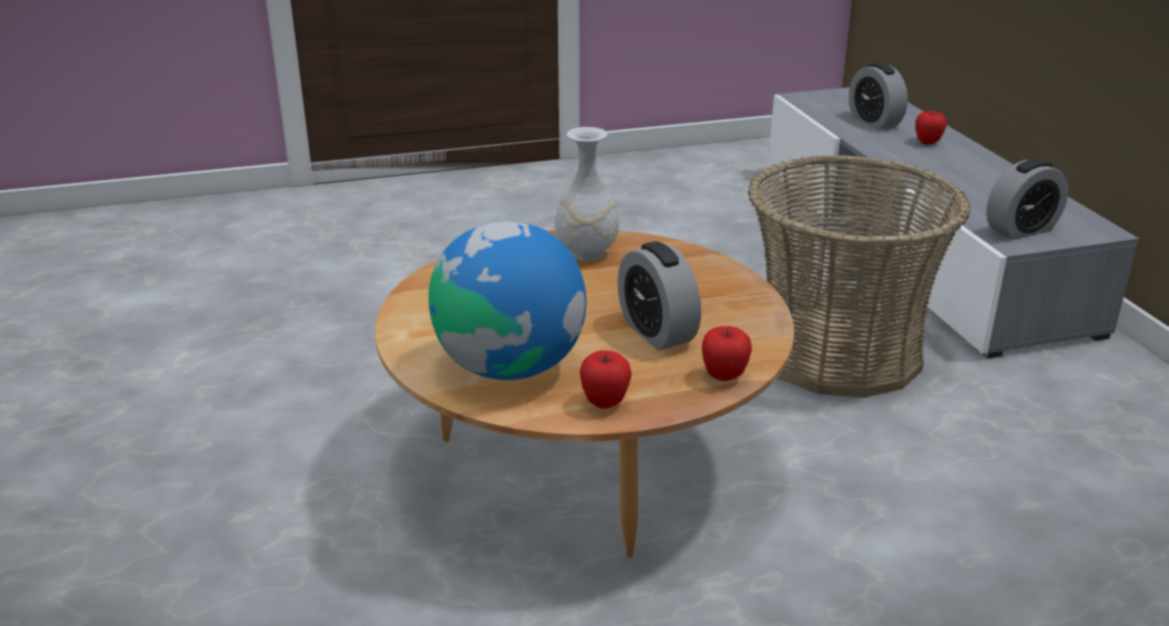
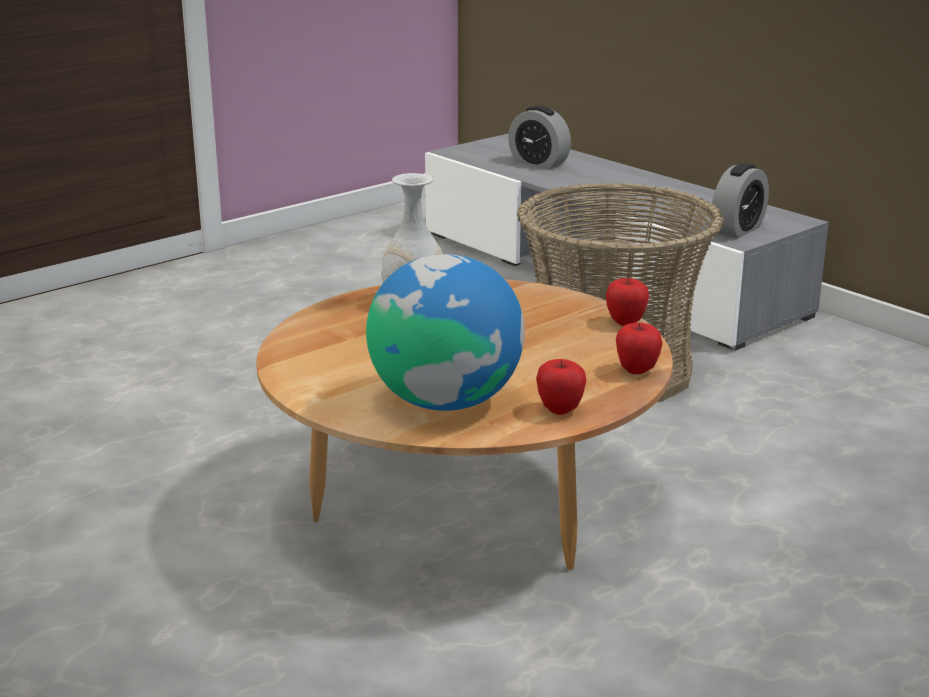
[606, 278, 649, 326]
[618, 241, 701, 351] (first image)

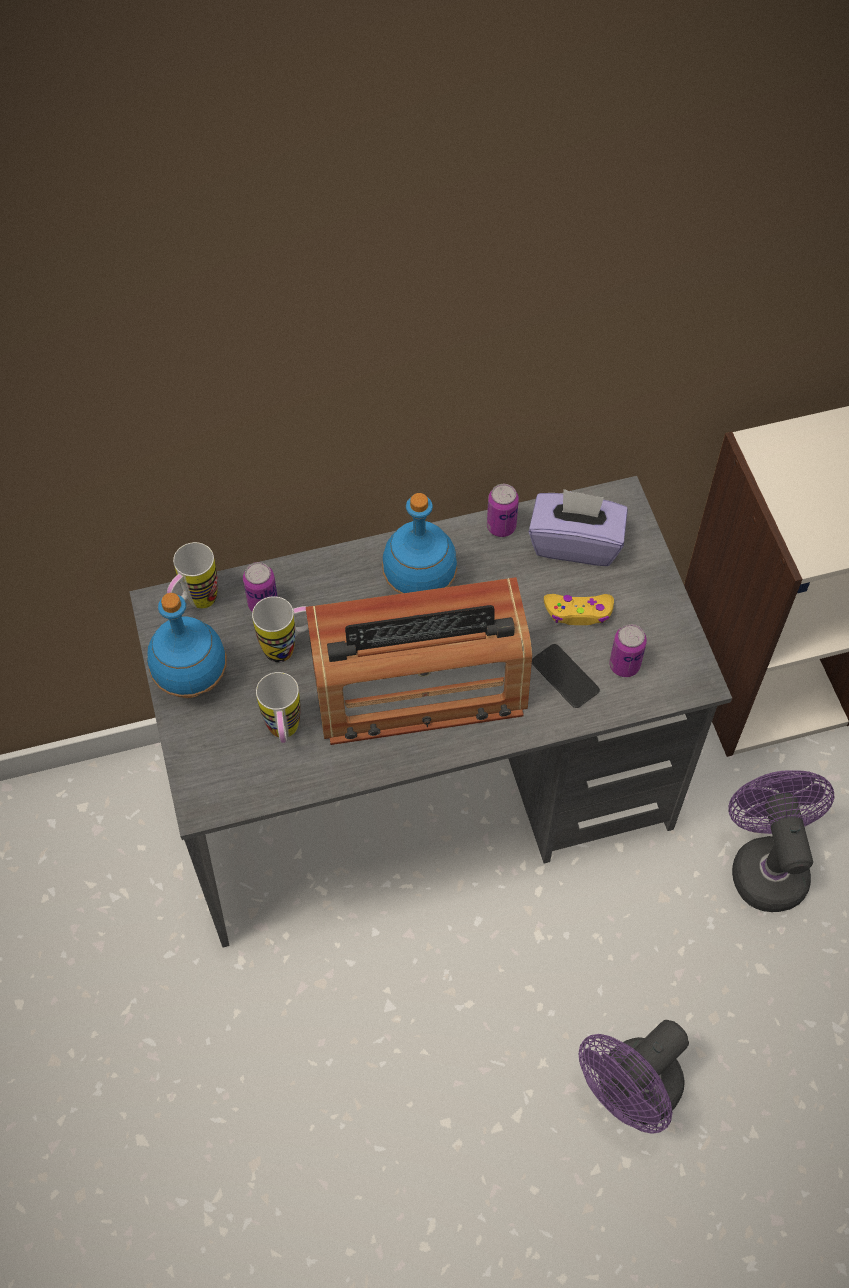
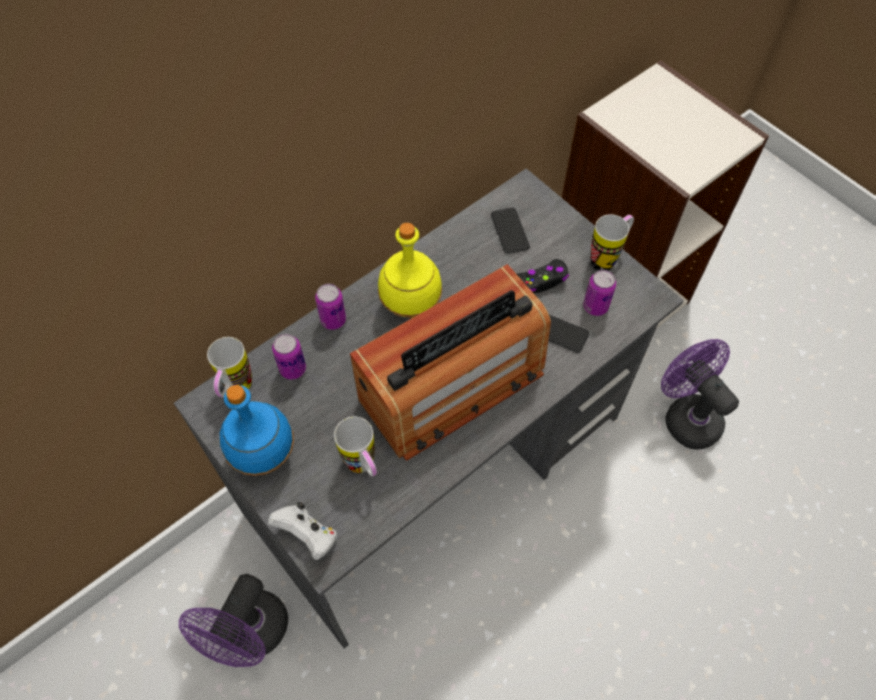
[315, 284, 346, 330]
[491, 208, 530, 254]
[378, 223, 442, 318]
[517, 259, 569, 293]
[590, 214, 634, 271]
[179, 574, 288, 667]
[268, 502, 337, 560]

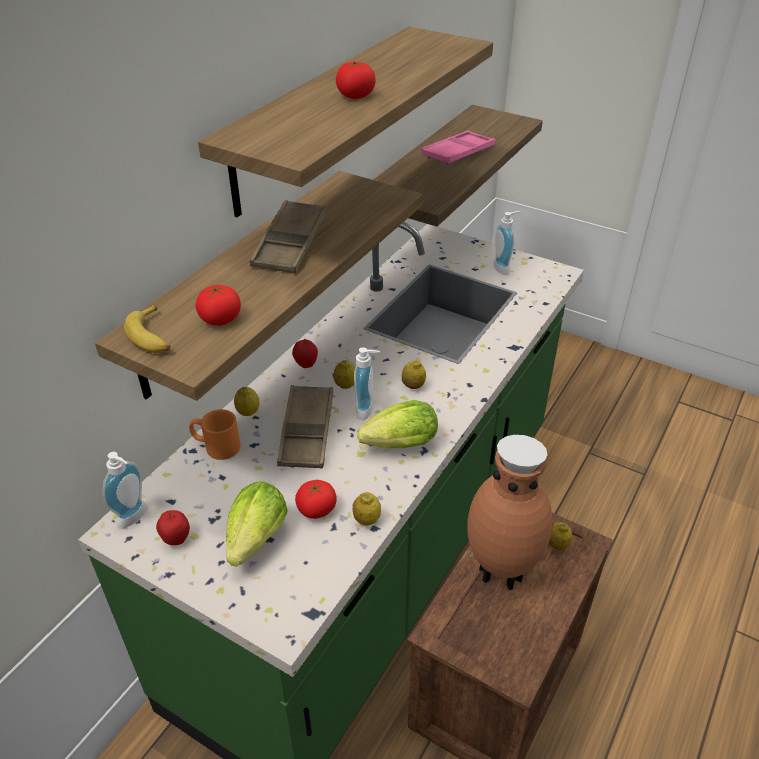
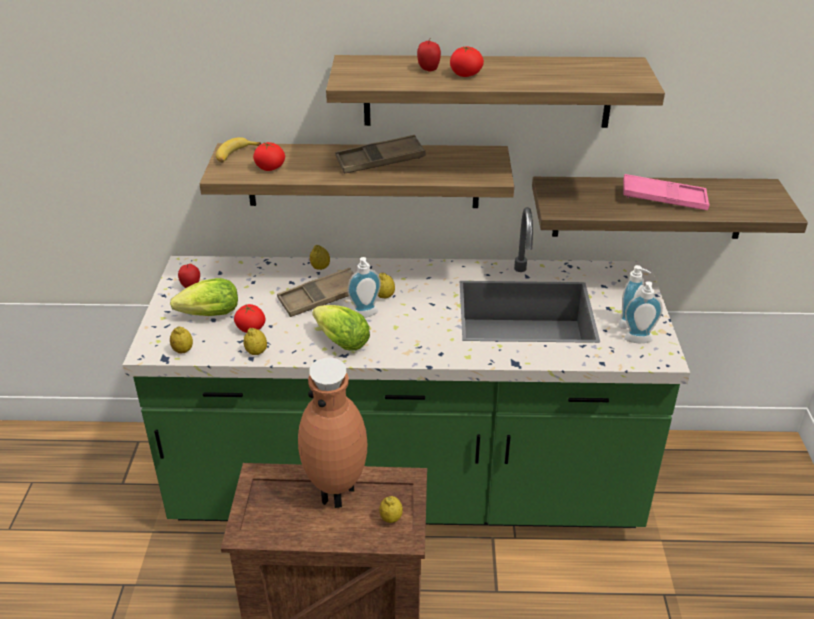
[417, 38, 441, 72]
[170, 327, 193, 353]
[189, 409, 241, 460] (first image)
[624, 281, 663, 343]

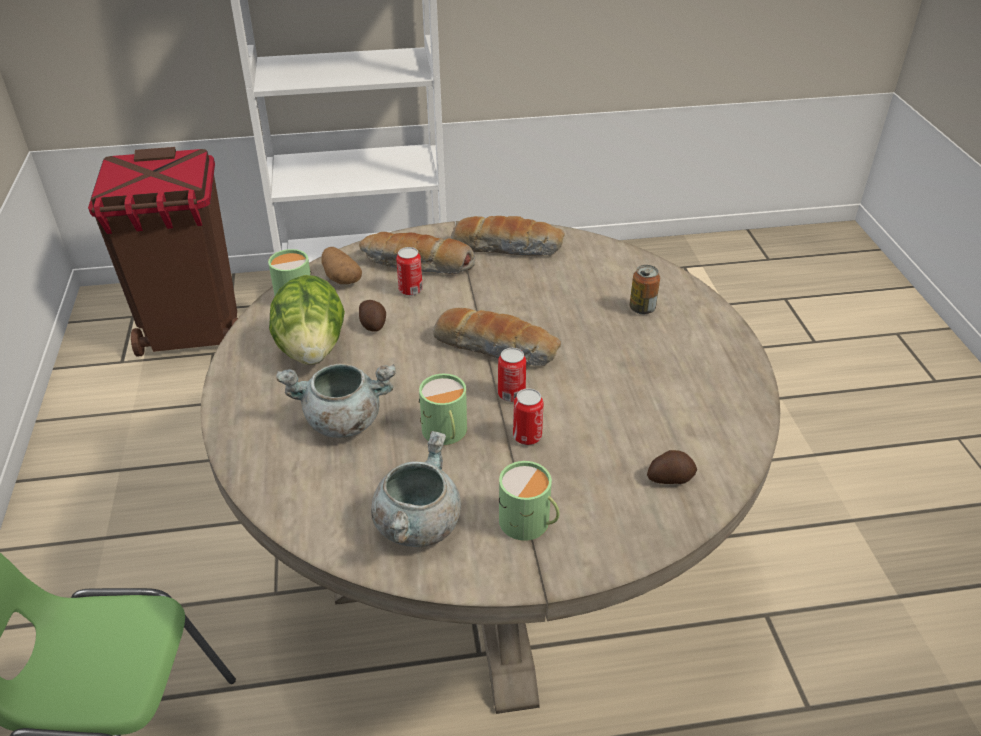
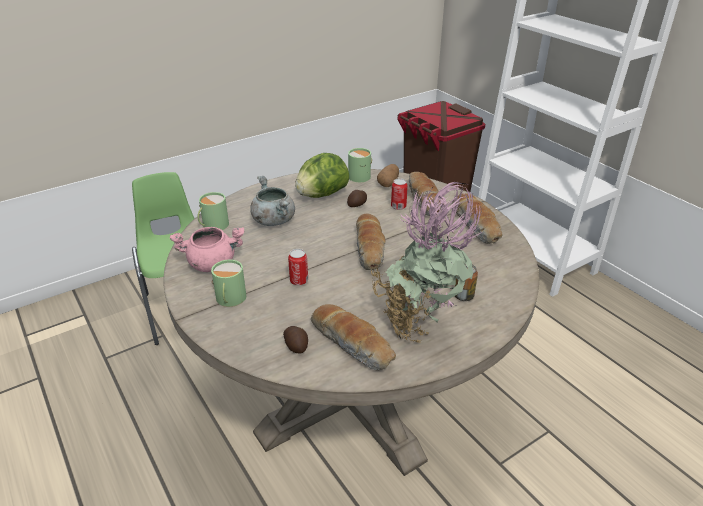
[498, 348, 526, 402] (first image)
[197, 192, 229, 230]
[170, 227, 244, 272]
[371, 182, 482, 343]
[311, 304, 396, 371]

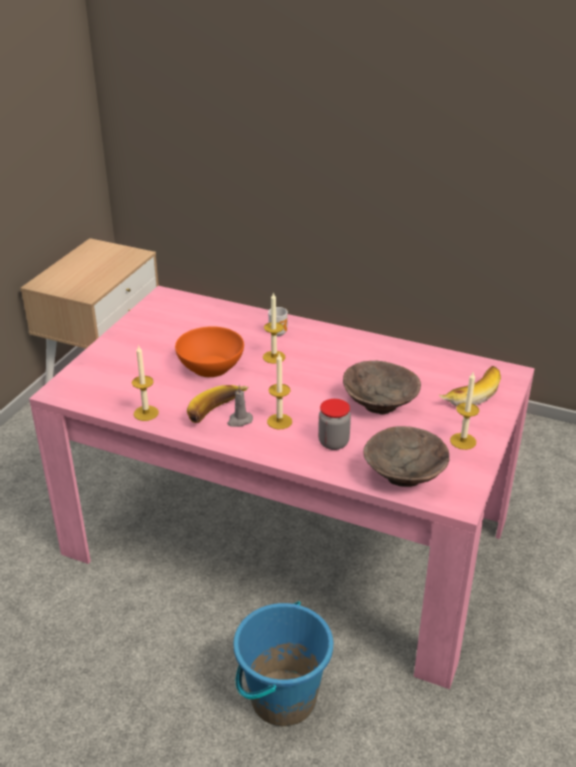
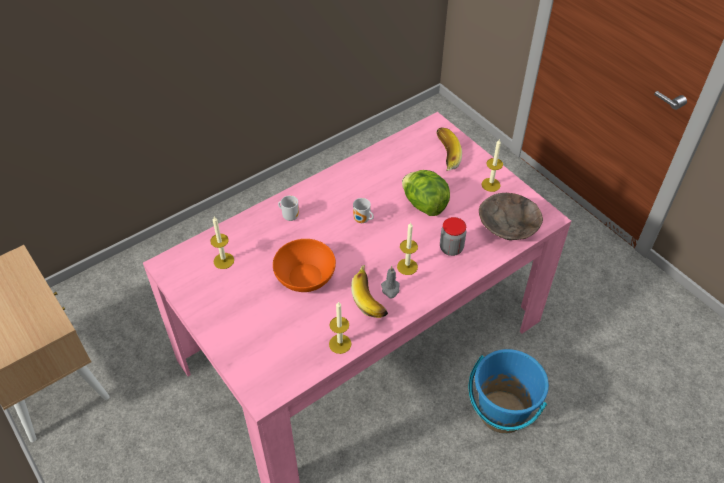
[210, 216, 234, 269]
[402, 170, 450, 216]
[353, 198, 374, 223]

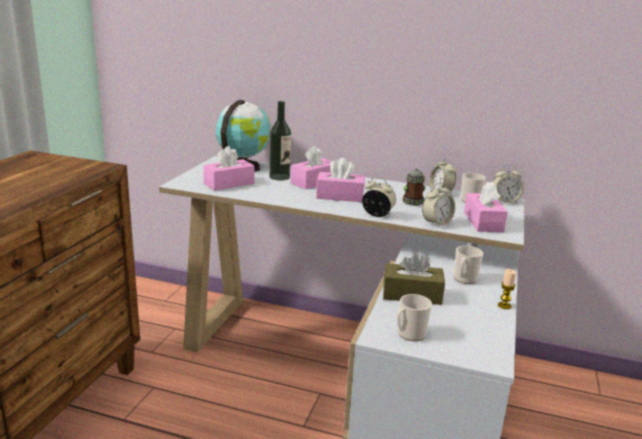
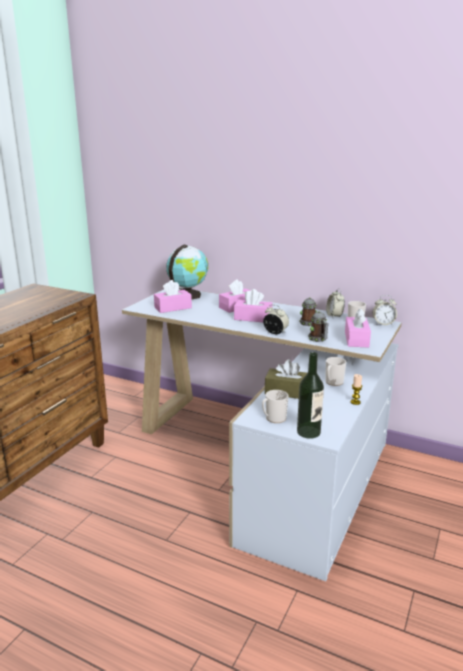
[297, 352, 324, 439]
[308, 311, 329, 342]

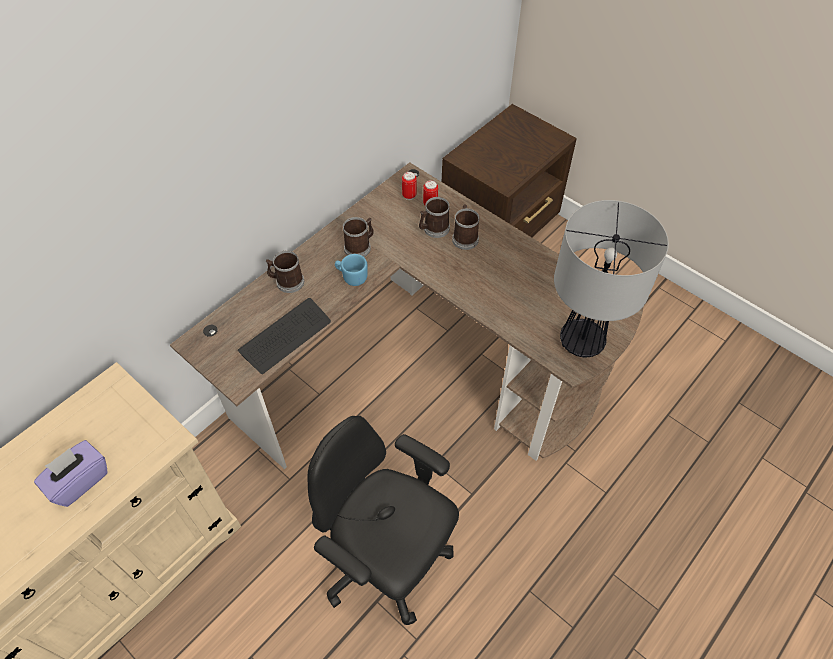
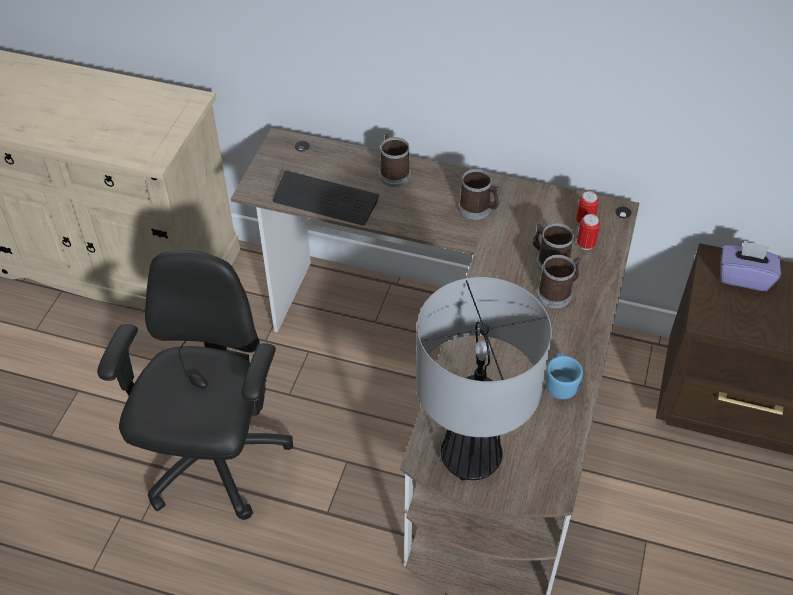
[545, 353, 583, 399]
[721, 240, 781, 291]

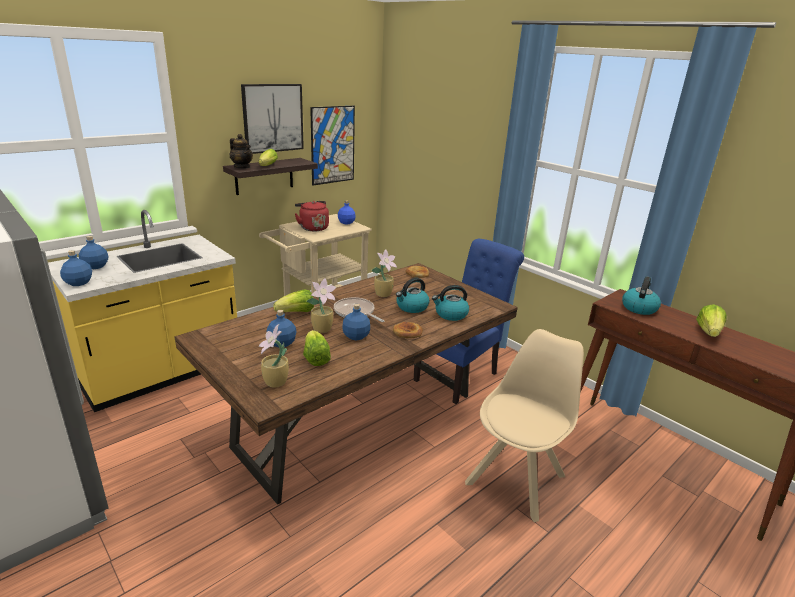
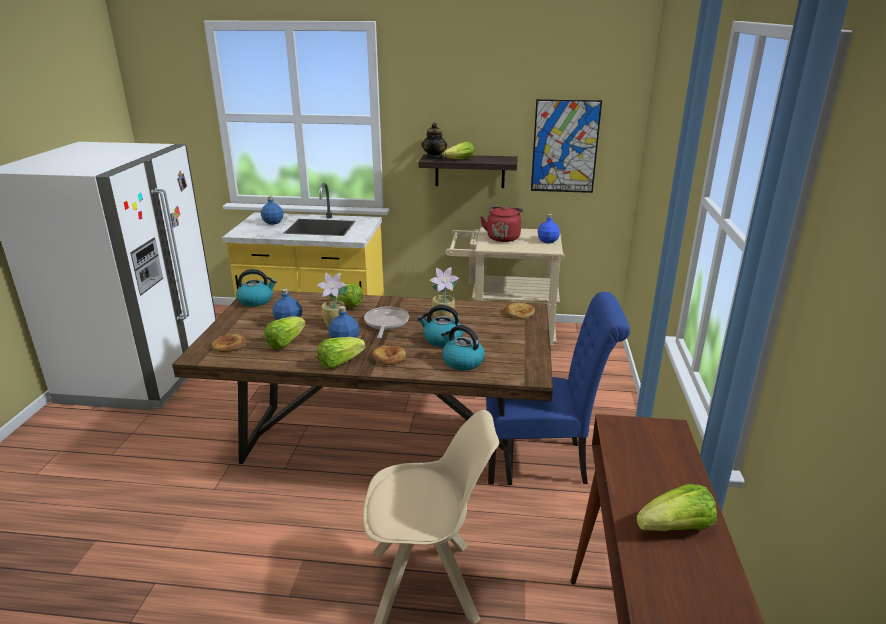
[241, 84, 304, 154] (first image)
[60, 250, 92, 286] (first image)
[236, 269, 277, 306]
[212, 334, 246, 353]
[317, 337, 366, 369]

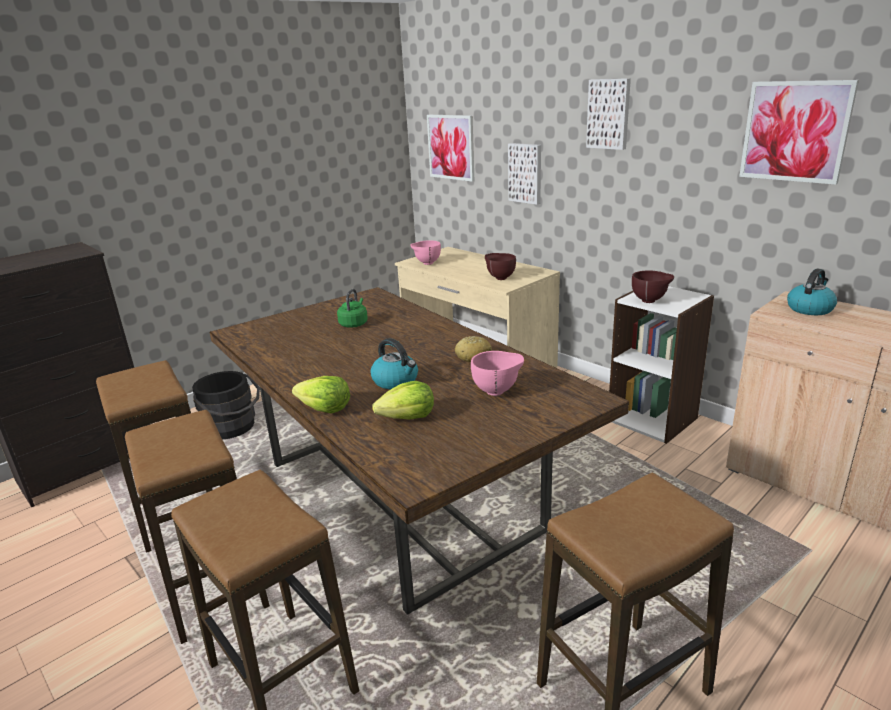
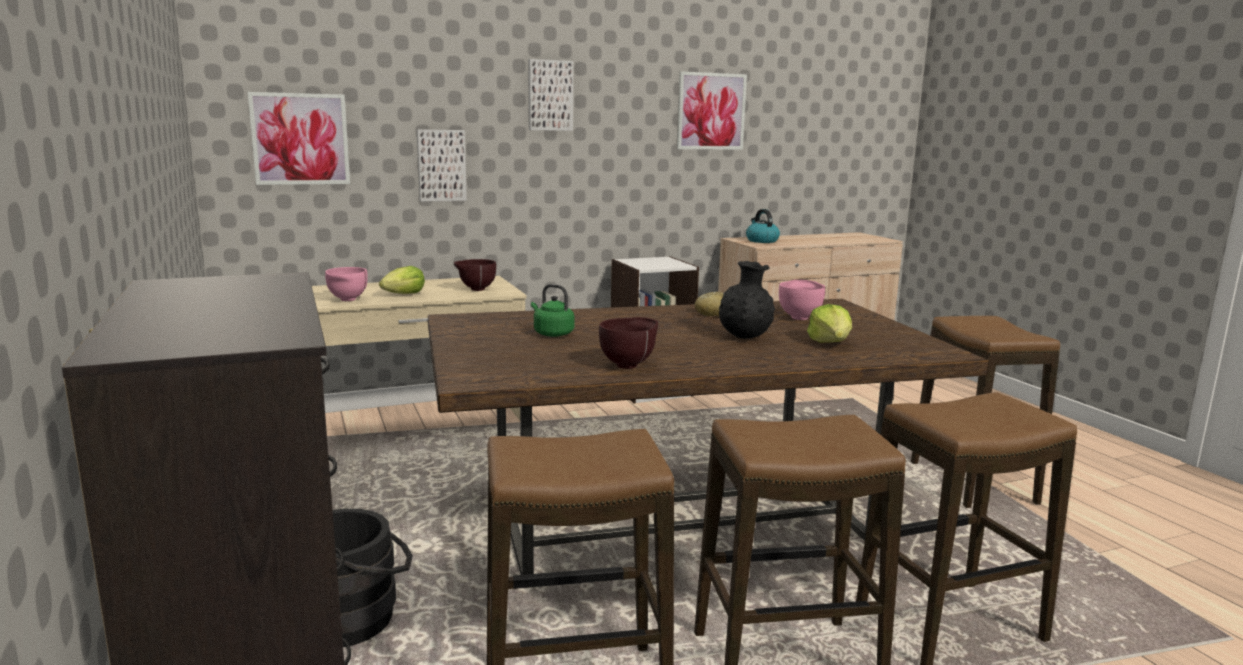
[599, 317, 658, 369]
[719, 261, 775, 339]
[379, 266, 425, 294]

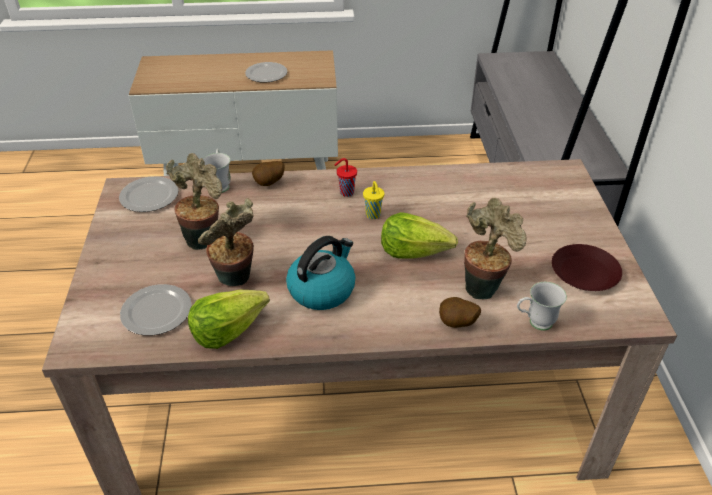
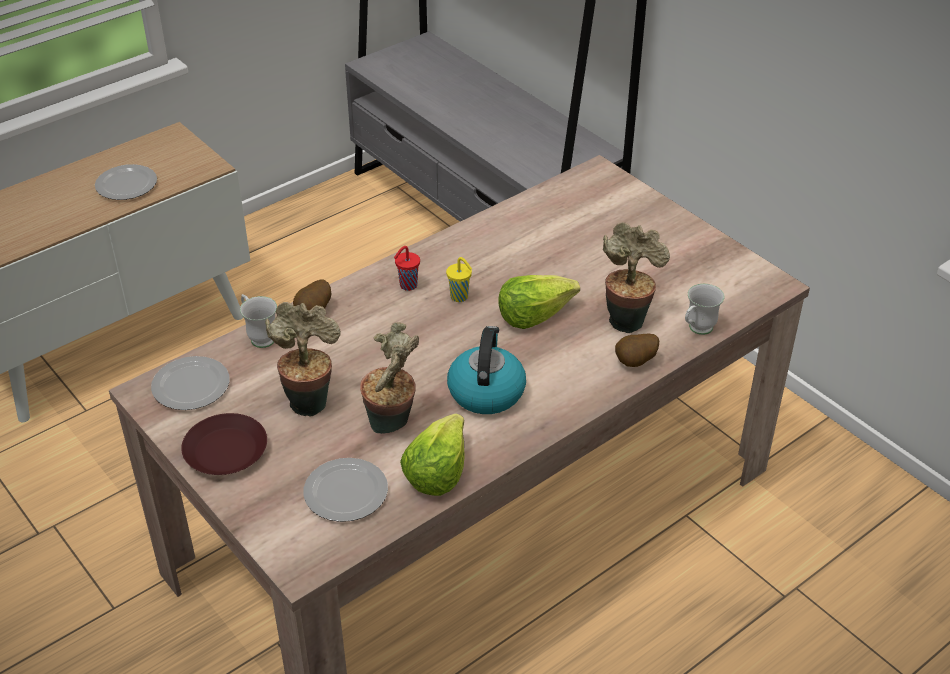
[181, 413, 267, 475]

